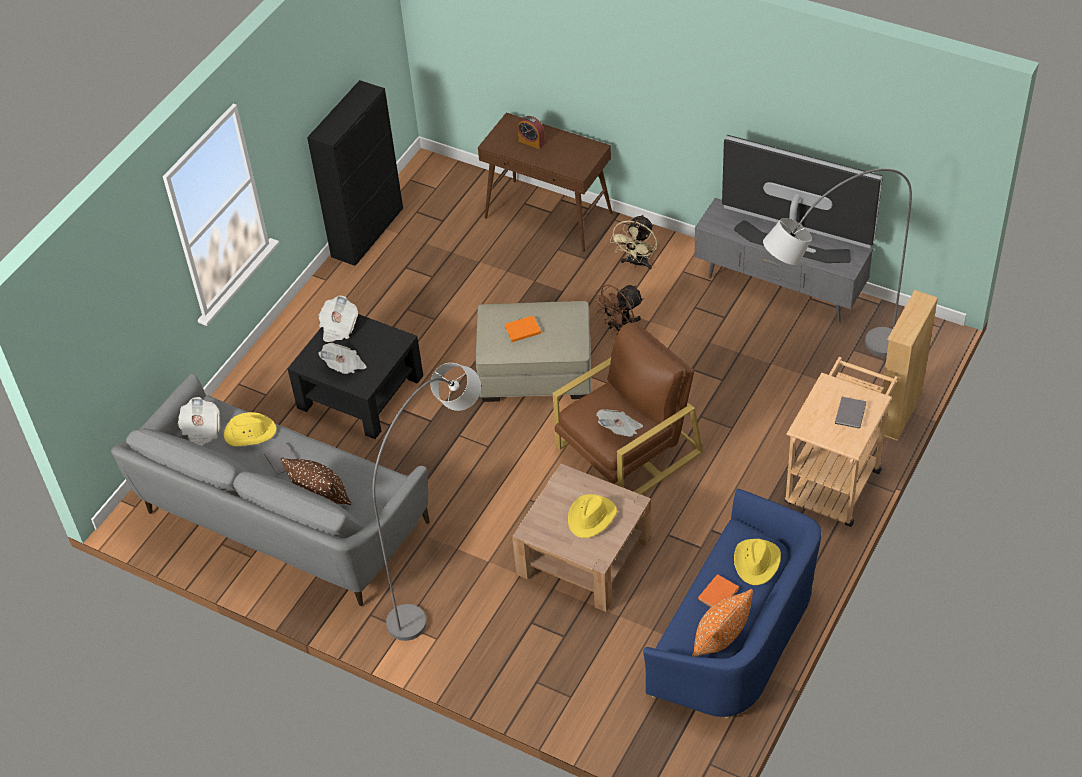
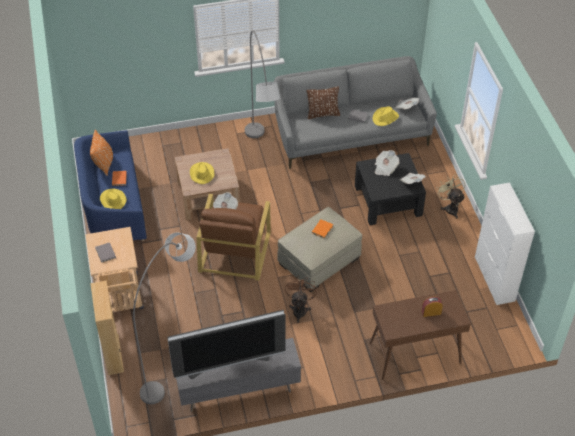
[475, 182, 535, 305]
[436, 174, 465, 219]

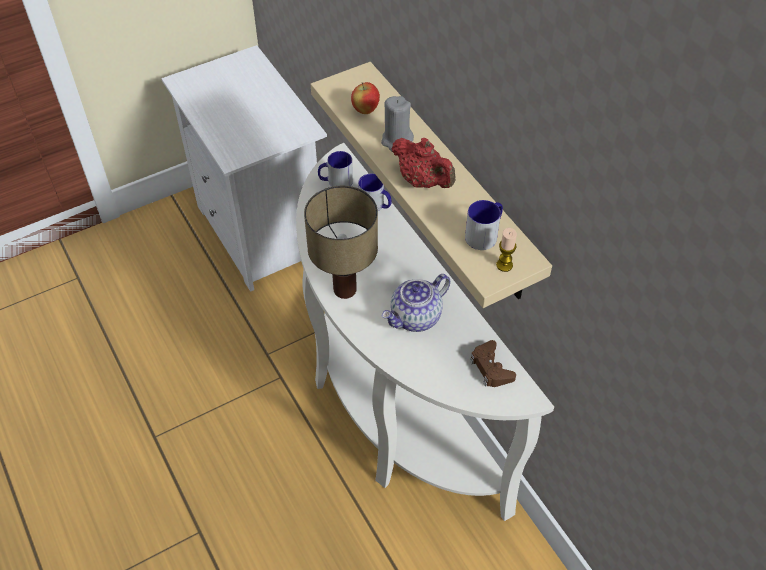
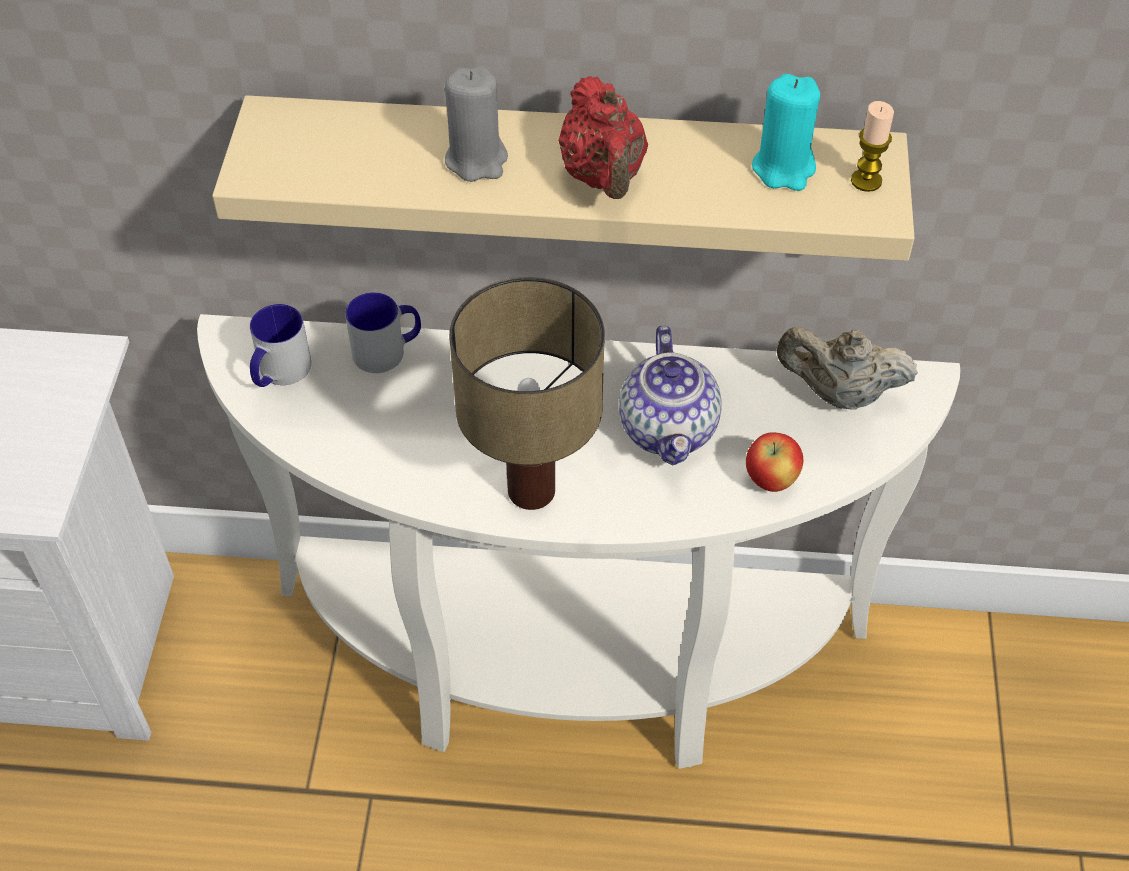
[746, 432, 803, 492]
[558, 76, 648, 199]
[752, 74, 820, 191]
[777, 327, 918, 410]

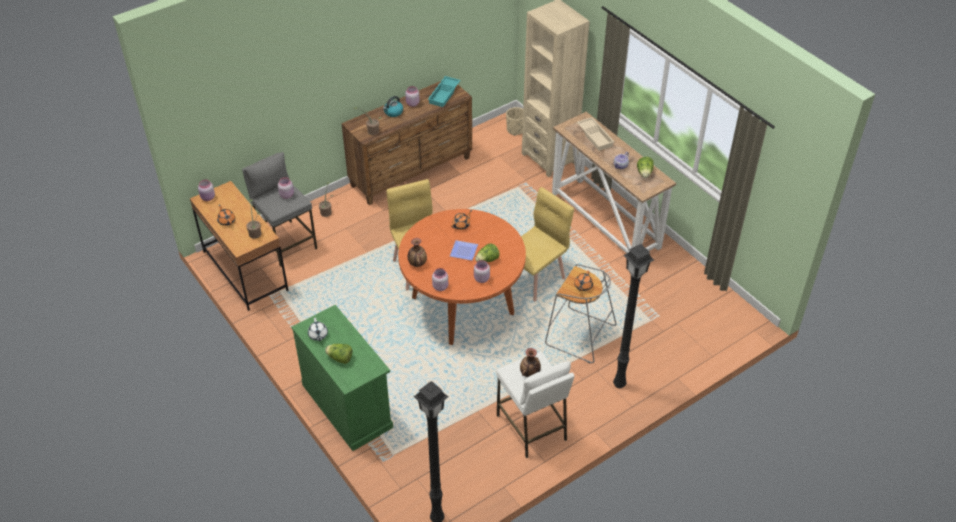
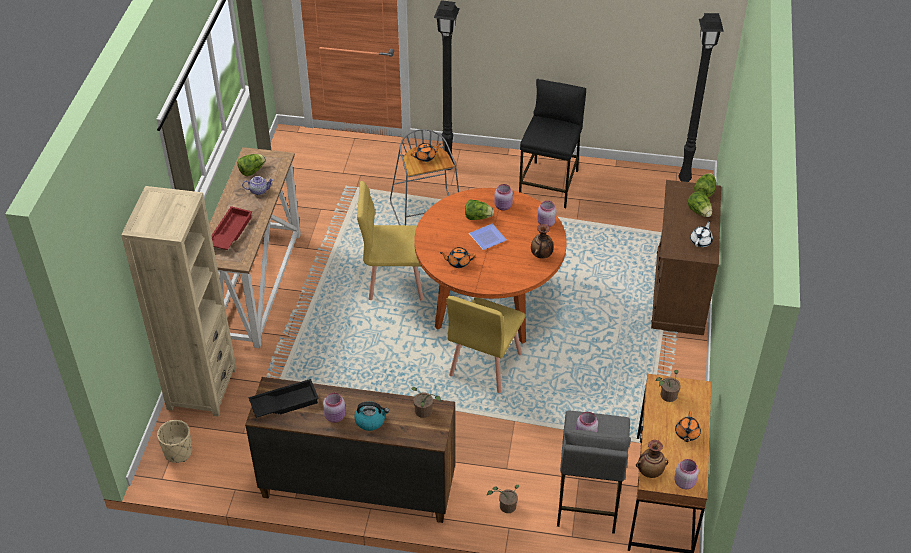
[248, 379, 319, 418]
[211, 206, 252, 250]
[651, 180, 721, 335]
[636, 440, 668, 478]
[519, 79, 586, 208]
[694, 173, 716, 197]

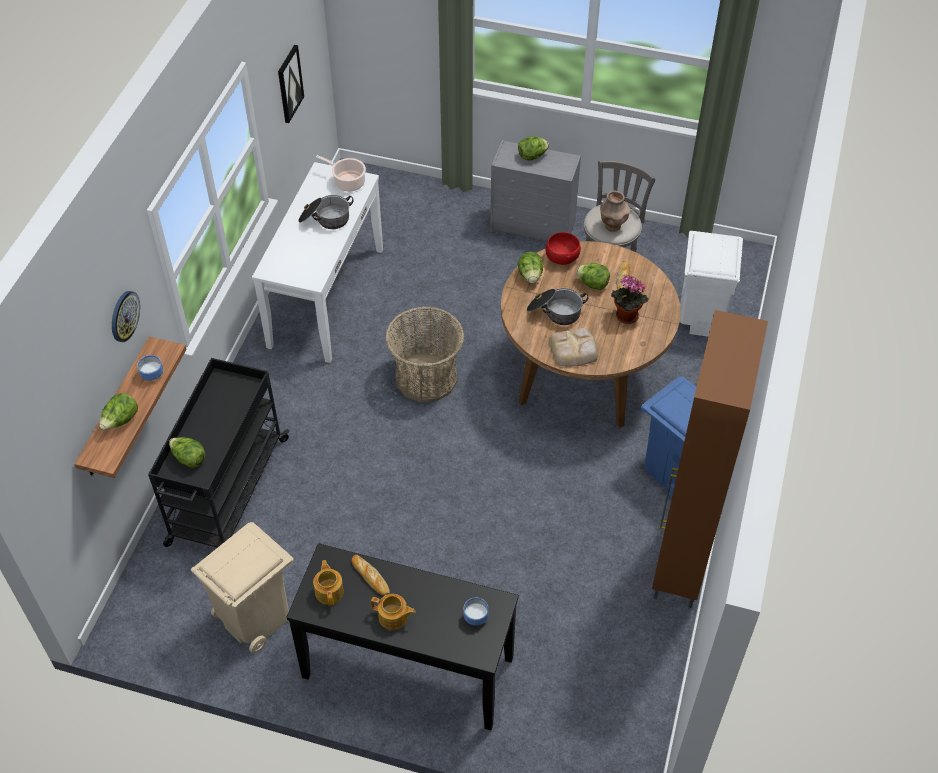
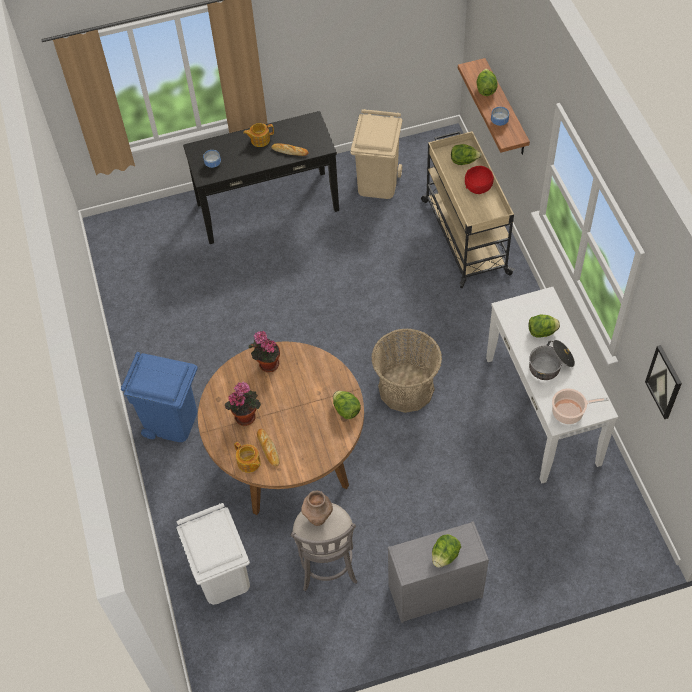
[465, 166, 494, 194]
[529, 314, 560, 338]
[527, 288, 589, 325] (first image)
[112, 291, 140, 342] (first image)
[652, 310, 768, 608] (first image)
[248, 331, 280, 372]
[421, 131, 515, 288]
[234, 442, 261, 473]

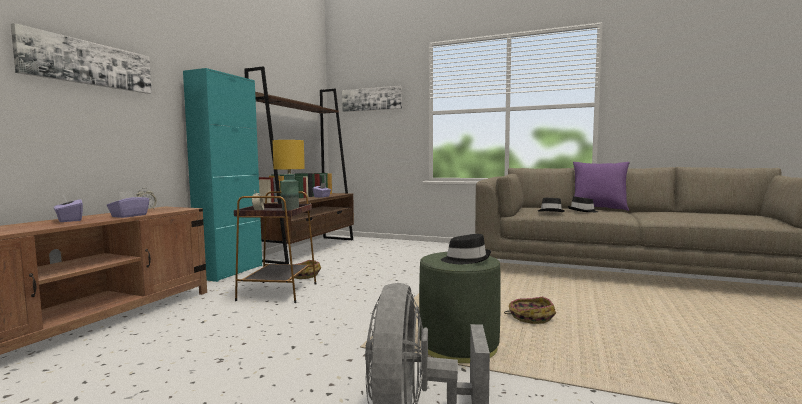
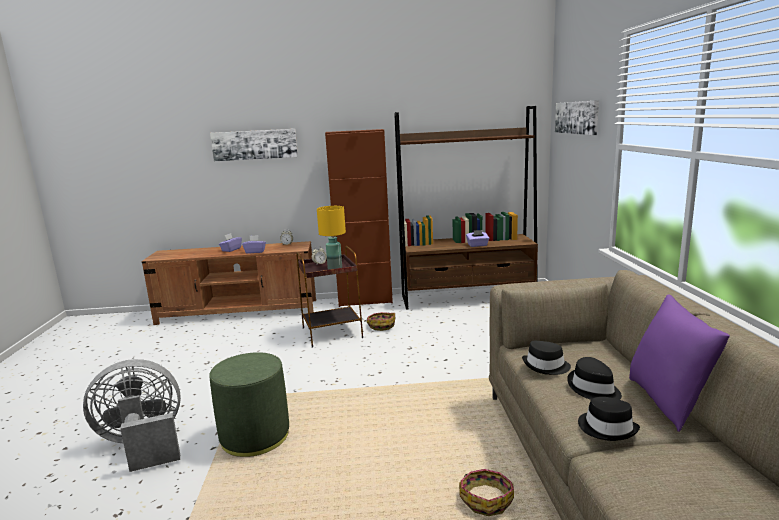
[325, 129, 393, 307]
[578, 397, 640, 441]
[459, 469, 514, 516]

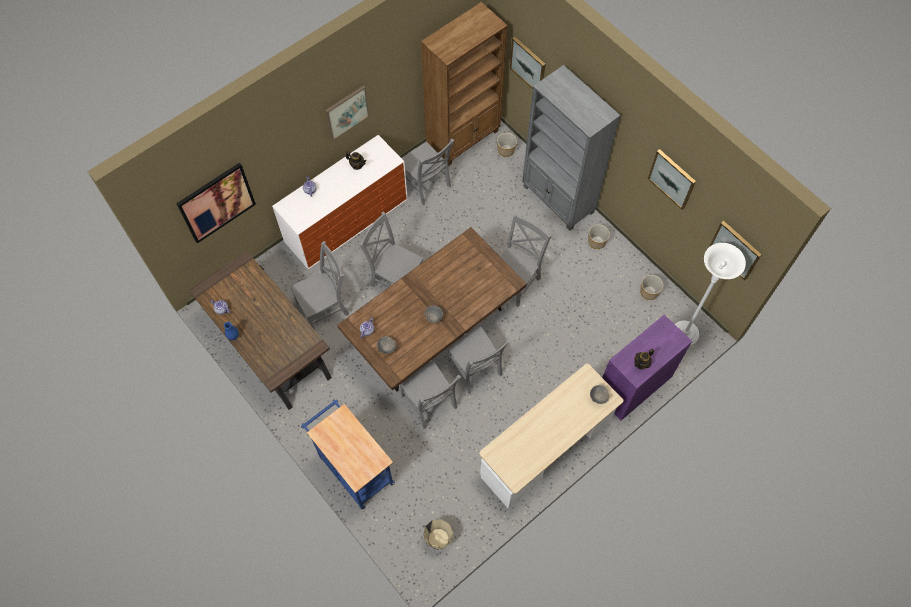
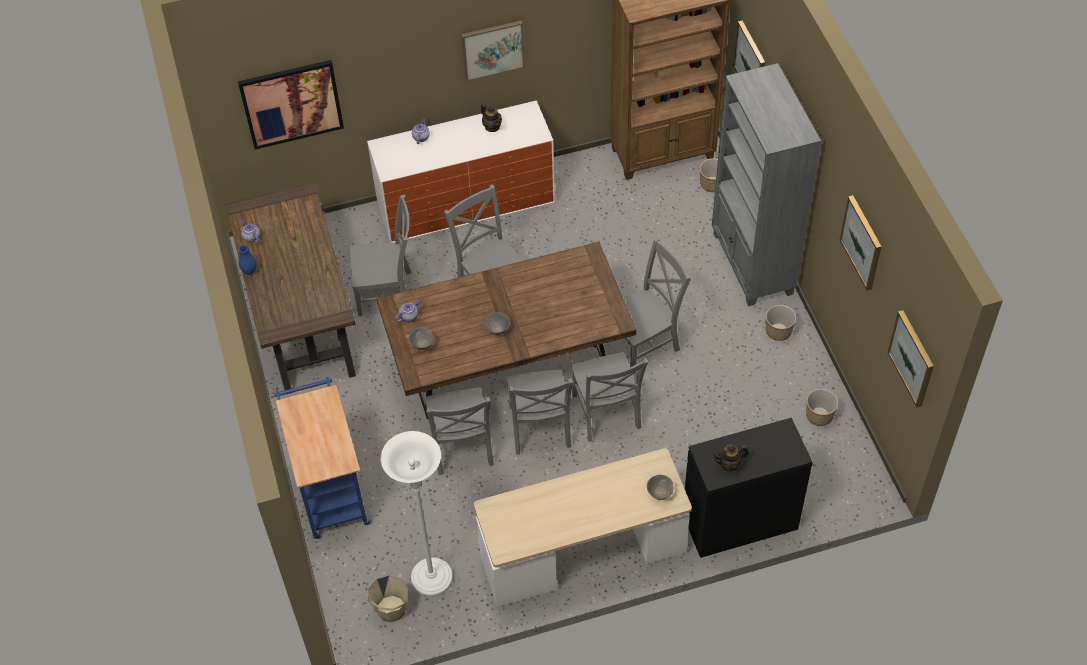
[571, 352, 649, 441]
[381, 431, 453, 597]
[685, 418, 813, 558]

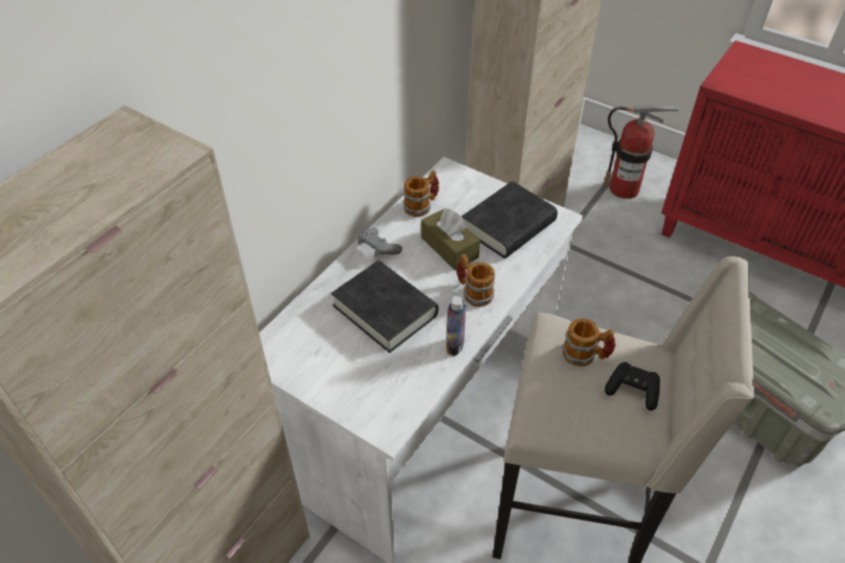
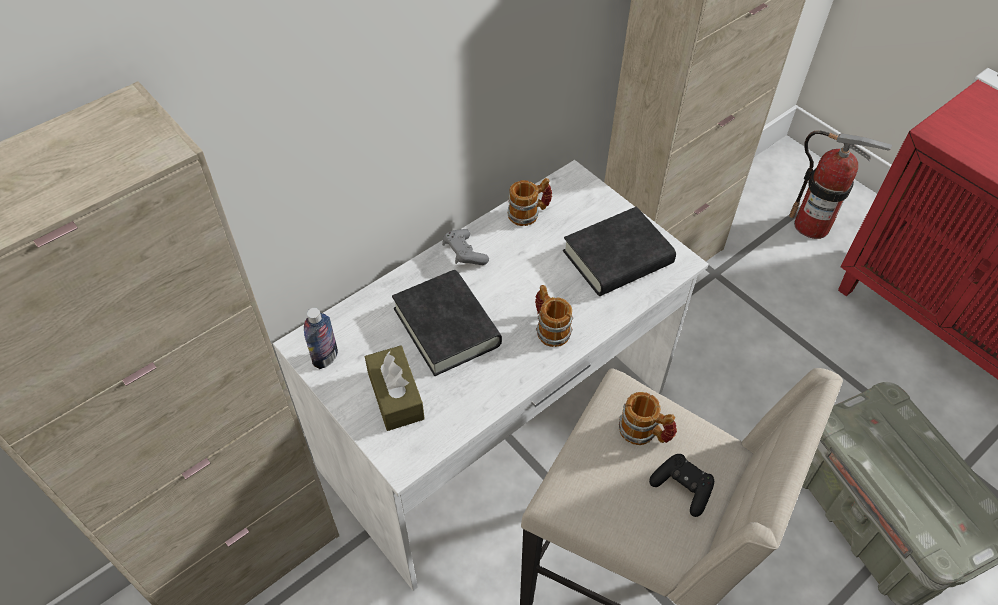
[365, 345, 425, 431]
[304, 308, 338, 369]

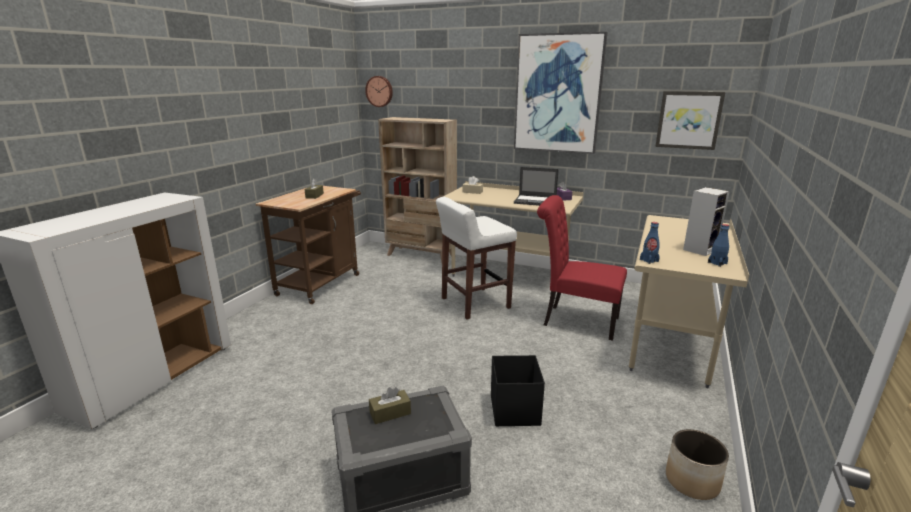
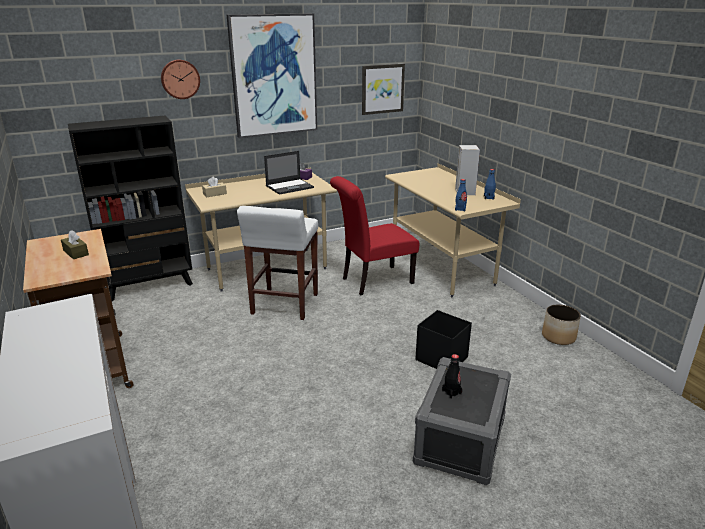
[161, 60, 200, 99]
[68, 115, 193, 301]
[442, 354, 462, 399]

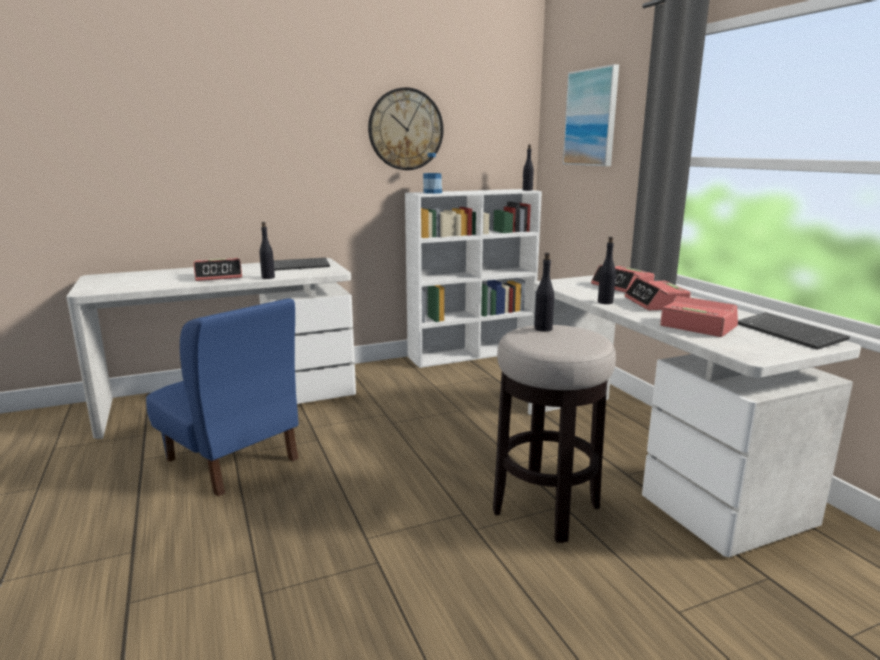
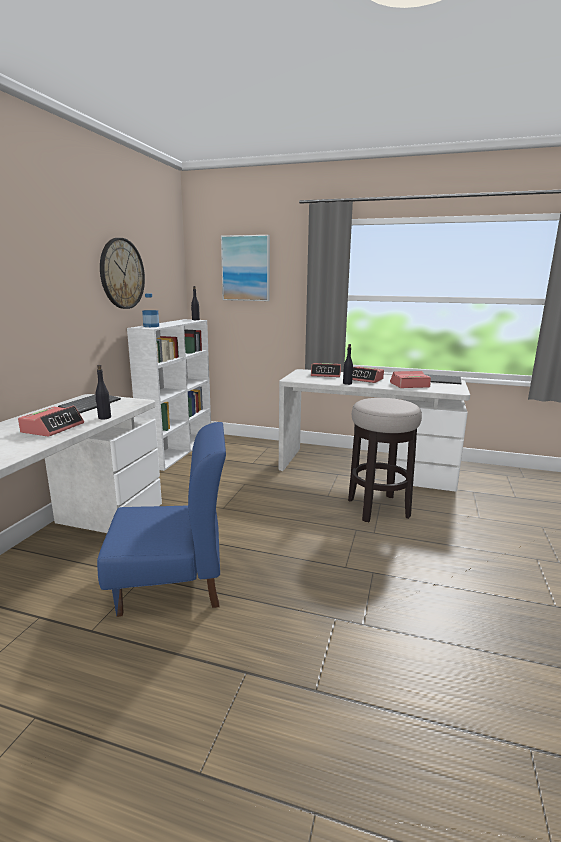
[535, 253, 554, 332] (first image)

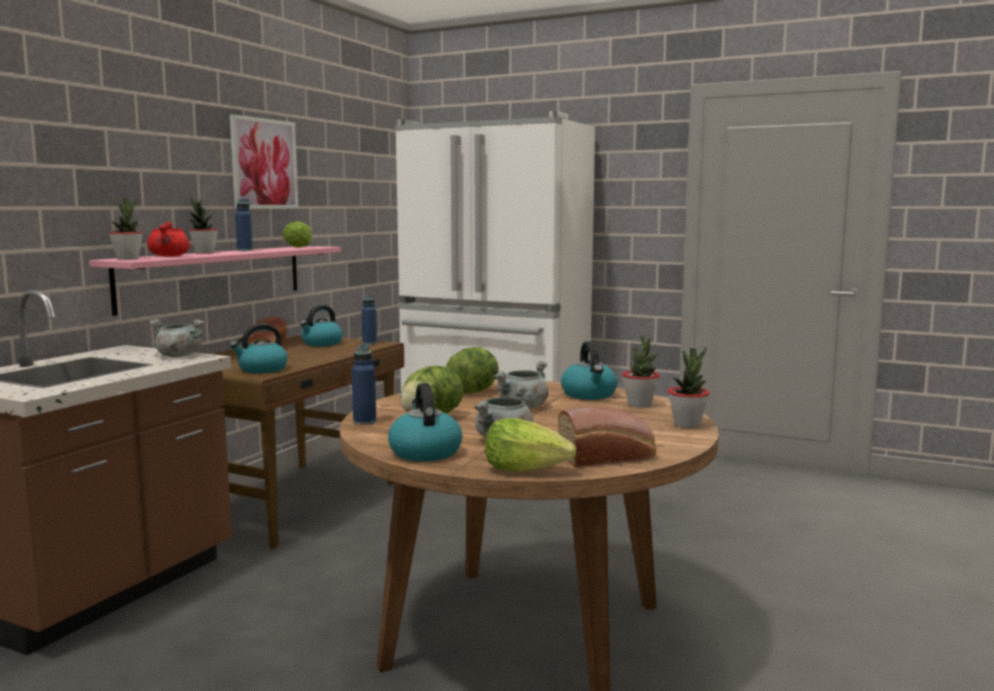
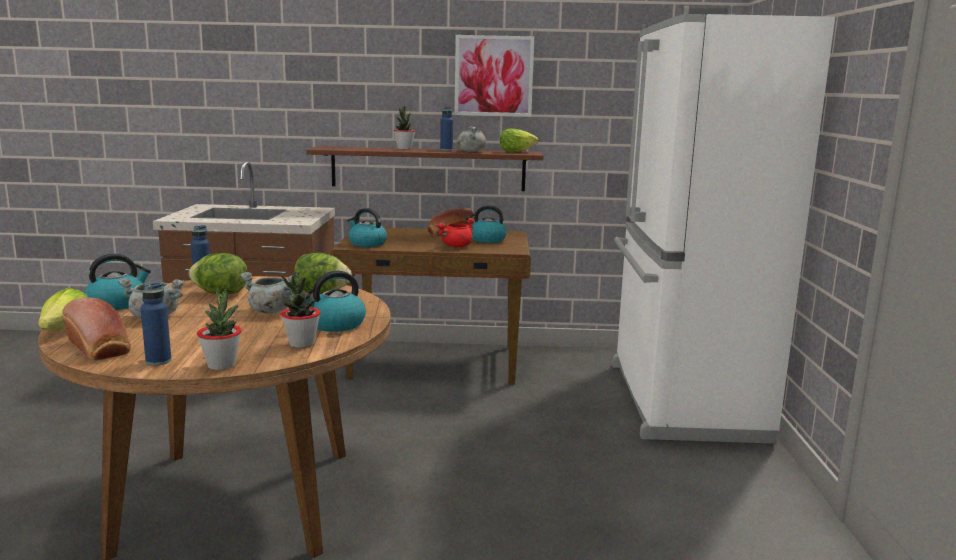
[109, 198, 143, 260] (first image)
[436, 218, 475, 248]
[306, 146, 543, 191]
[141, 282, 172, 366]
[457, 126, 486, 152]

